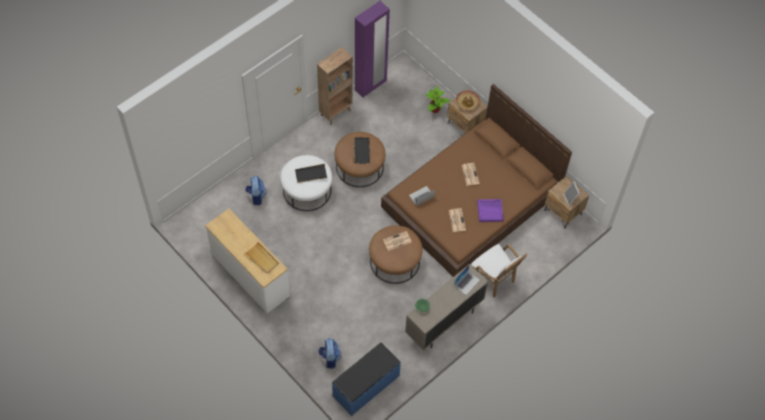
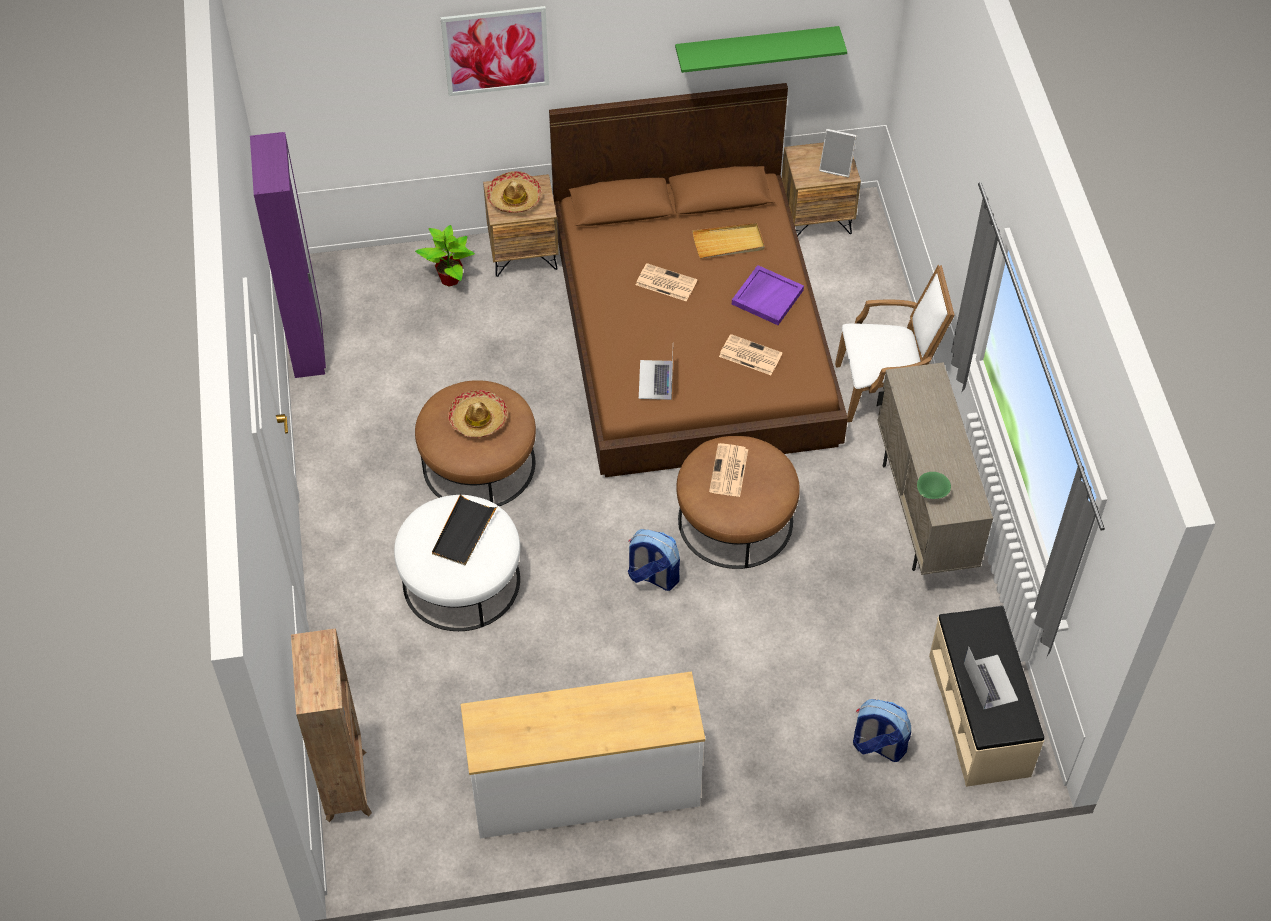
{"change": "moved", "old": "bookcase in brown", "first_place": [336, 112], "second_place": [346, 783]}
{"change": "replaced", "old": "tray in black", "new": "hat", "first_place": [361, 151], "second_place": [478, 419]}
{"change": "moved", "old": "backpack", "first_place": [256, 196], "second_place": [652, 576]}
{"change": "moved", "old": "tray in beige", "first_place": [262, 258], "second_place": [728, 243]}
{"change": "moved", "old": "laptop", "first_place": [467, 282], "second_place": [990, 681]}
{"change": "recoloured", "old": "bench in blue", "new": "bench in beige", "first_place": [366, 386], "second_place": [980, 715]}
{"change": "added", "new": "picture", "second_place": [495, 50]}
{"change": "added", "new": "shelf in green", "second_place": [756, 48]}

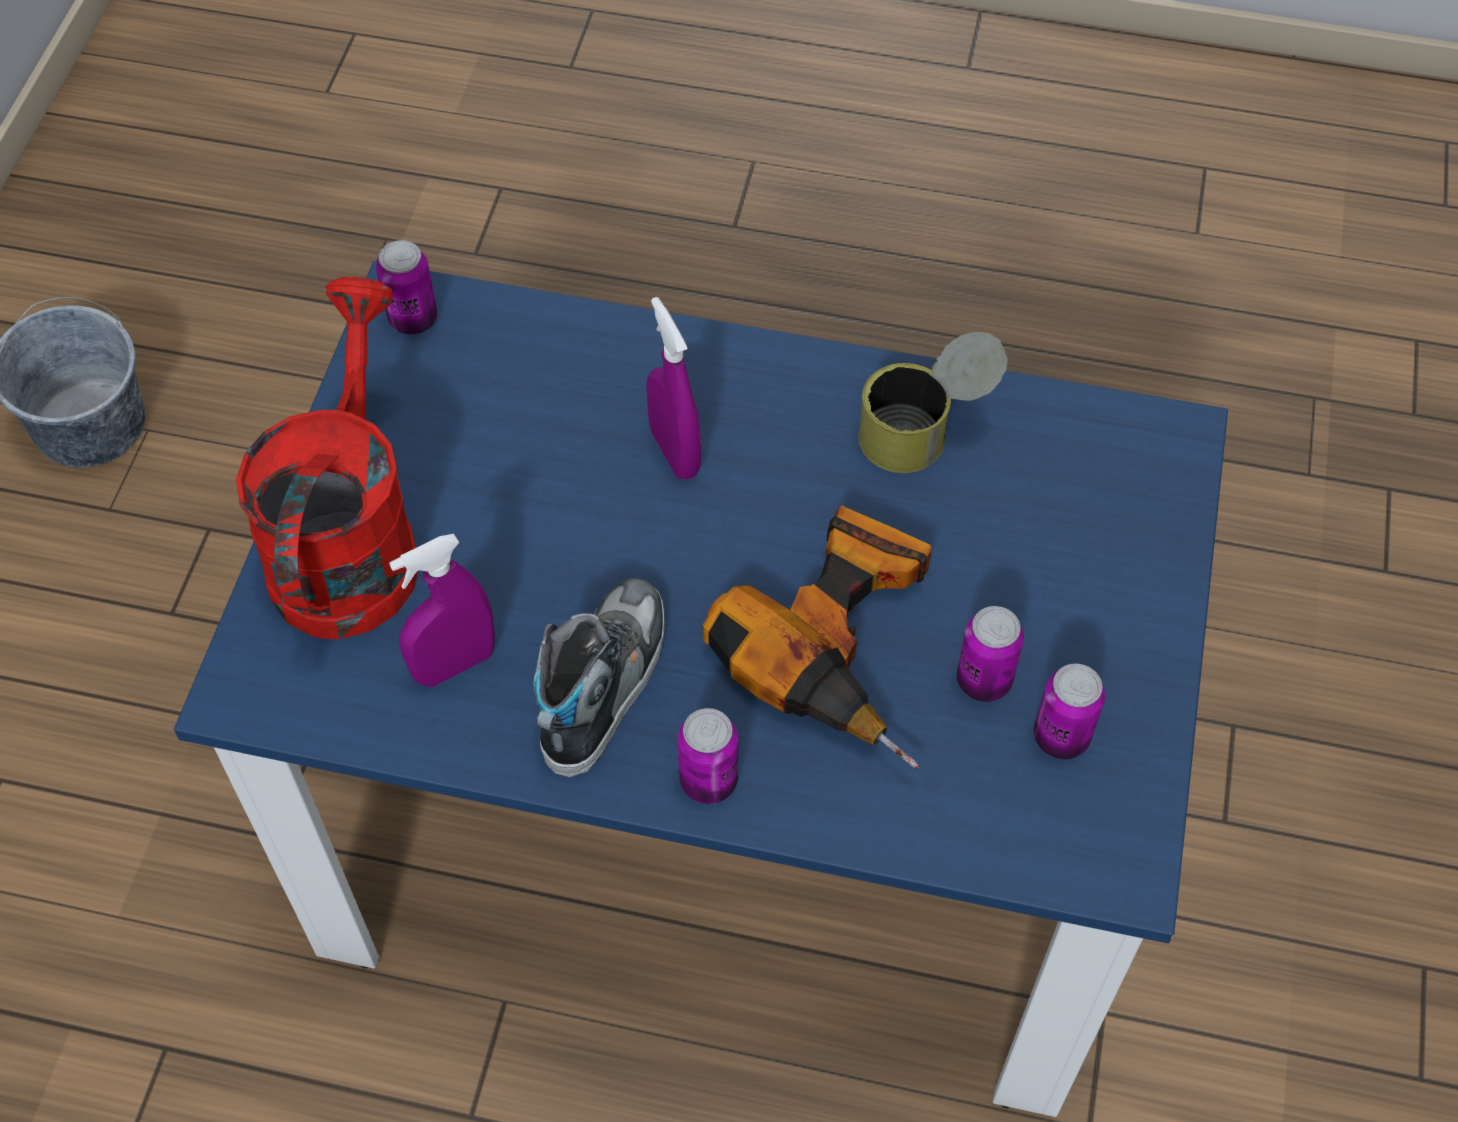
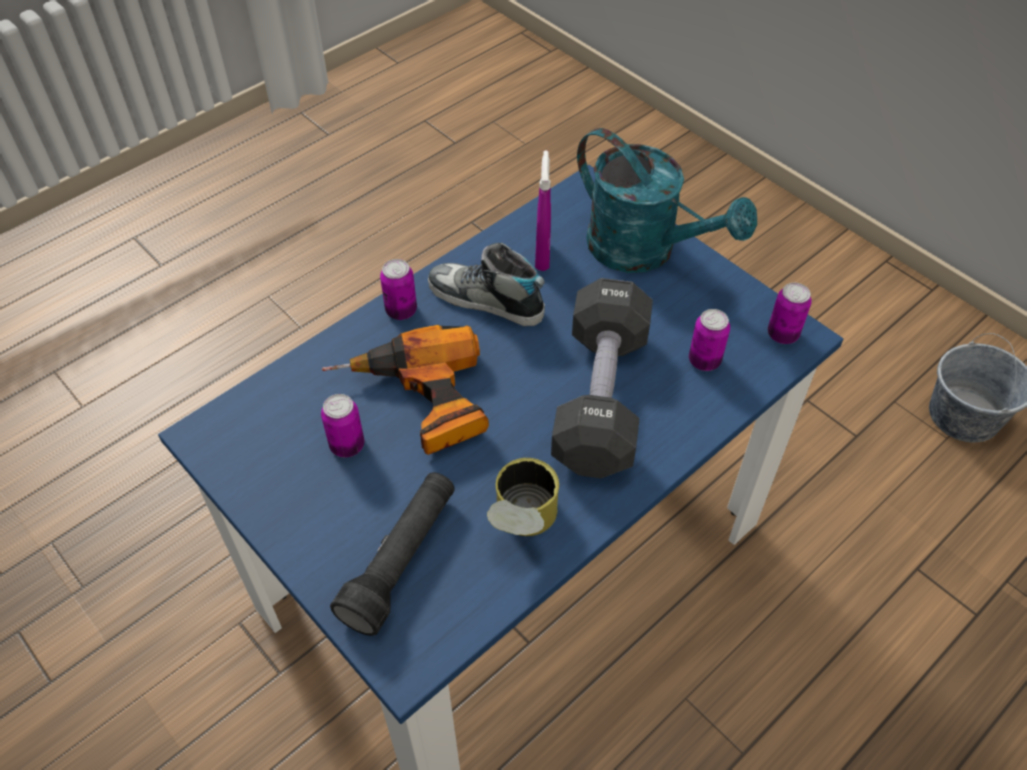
{"change": "recoloured", "old": "watering can in red", "new": "watering can in turquoise", "first_place": [350, 541], "second_place": [645, 251]}
{"change": "replaced", "old": "spray bottle in purple", "new": "dumbbell in black", "first_place": [674, 452], "second_place": [601, 398]}
{"change": "turned", "old": "shoe", "first_place": [603, 683], "second_place": [486, 300], "degrees": 150}
{"change": "moved", "old": "can", "first_place": [1061, 737], "second_place": [704, 361]}
{"change": "added", "new": "flashlight in black", "second_place": [401, 560]}

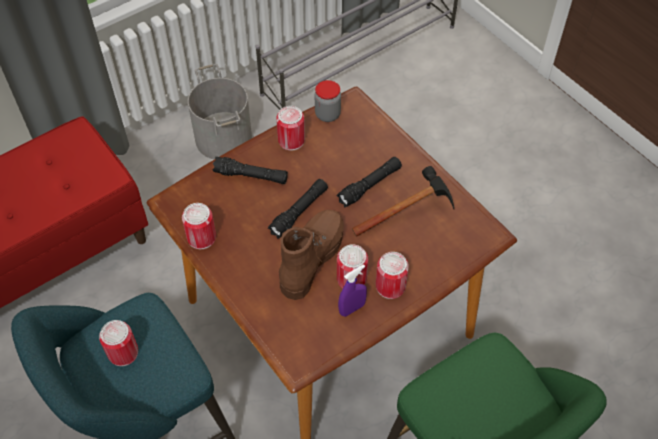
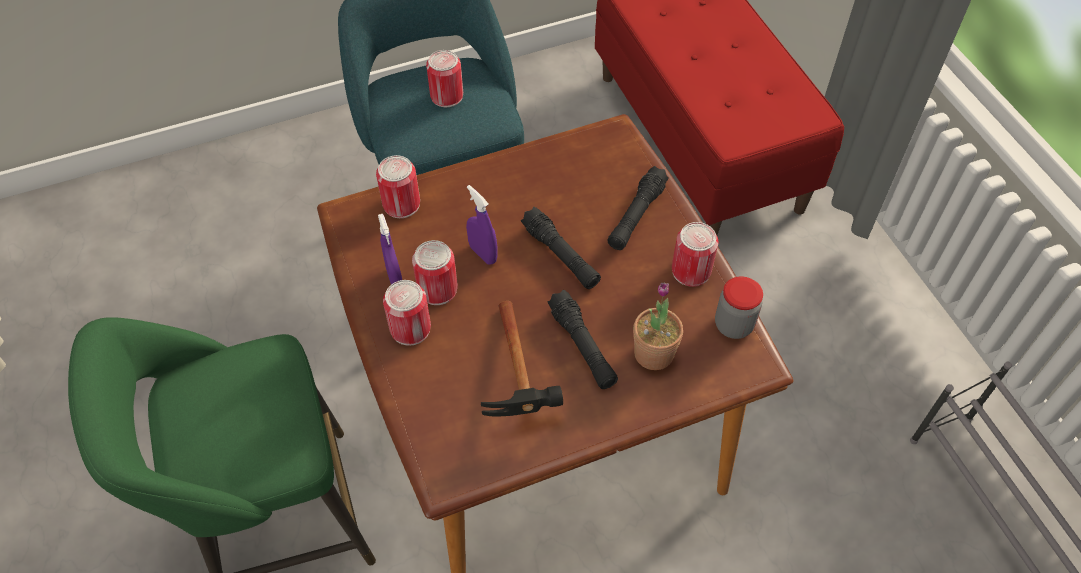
{"change": "removed", "old": "bucket in grey", "first_place": [224, 138]}
{"change": "moved", "old": "can", "first_place": [201, 237], "second_place": [401, 204]}
{"change": "replaced", "old": "boot in brown", "new": "spray bottle in purple", "first_place": [311, 259], "second_place": [483, 254]}
{"change": "added", "new": "potted plant", "second_place": [654, 353]}

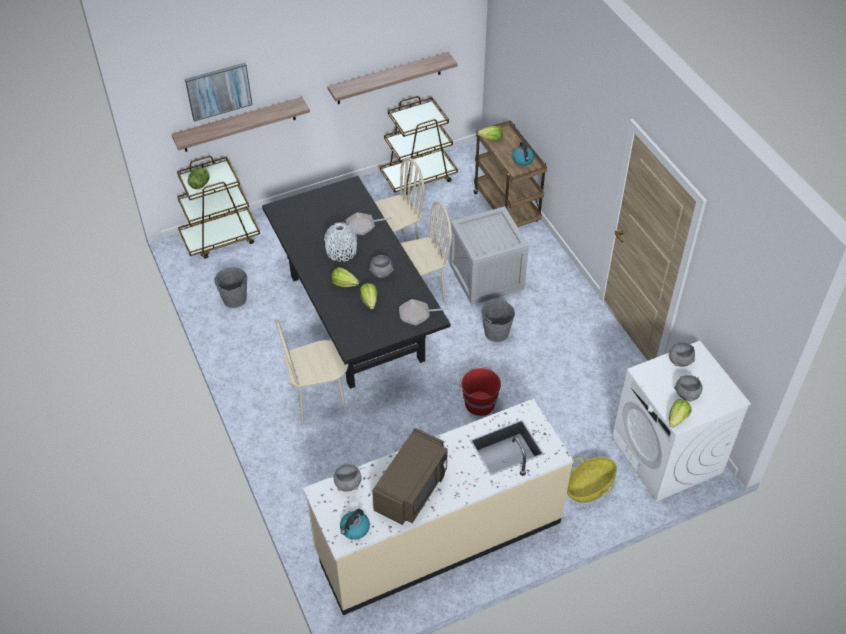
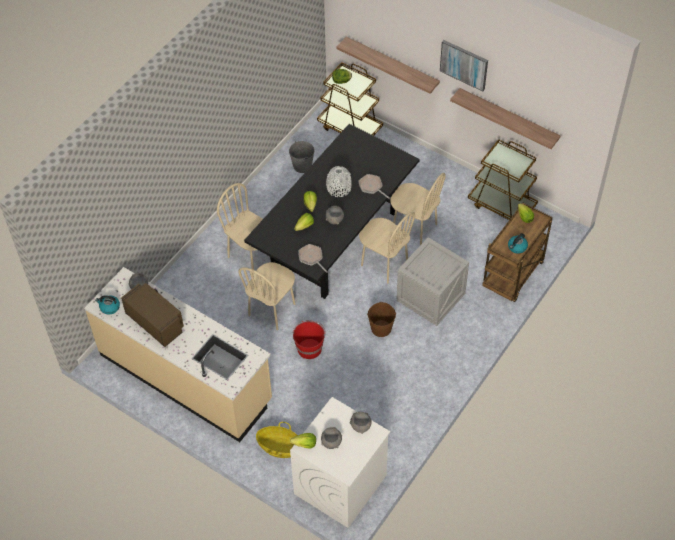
{"change": "moved", "old": "picture", "first_place": [218, 91], "second_place": [464, 64]}
{"change": "recoloured", "old": "bucket in grey", "new": "bucket in brown", "first_place": [496, 332], "second_place": [381, 328]}
{"change": "turned", "old": "microwave in brown", "first_place": [412, 489], "second_place": [156, 322], "degrees": -135}
{"change": "added", "new": "chair in beige", "second_place": [272, 310]}

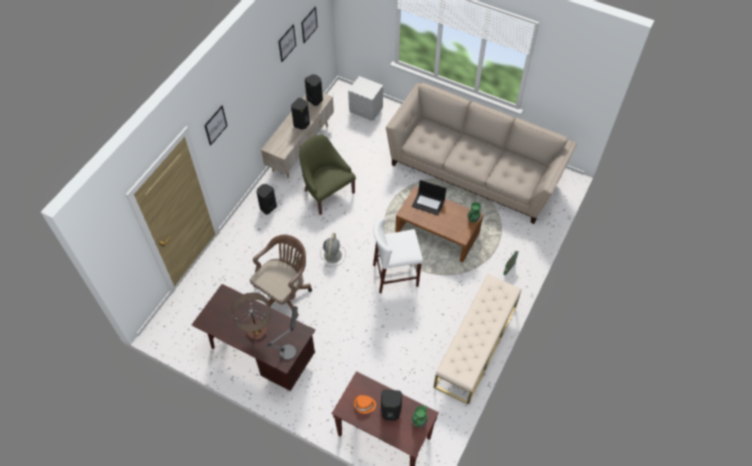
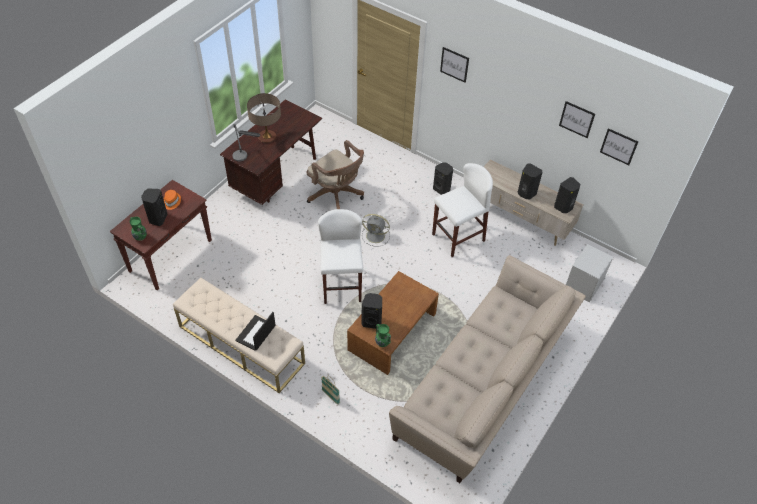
{"change": "replaced", "old": "armchair in green", "new": "stool in white", "first_place": [327, 192], "second_place": [458, 237]}
{"change": "moved", "old": "laptop", "first_place": [428, 203], "second_place": [256, 334]}
{"change": "added", "new": "speaker in black", "second_place": [372, 321]}

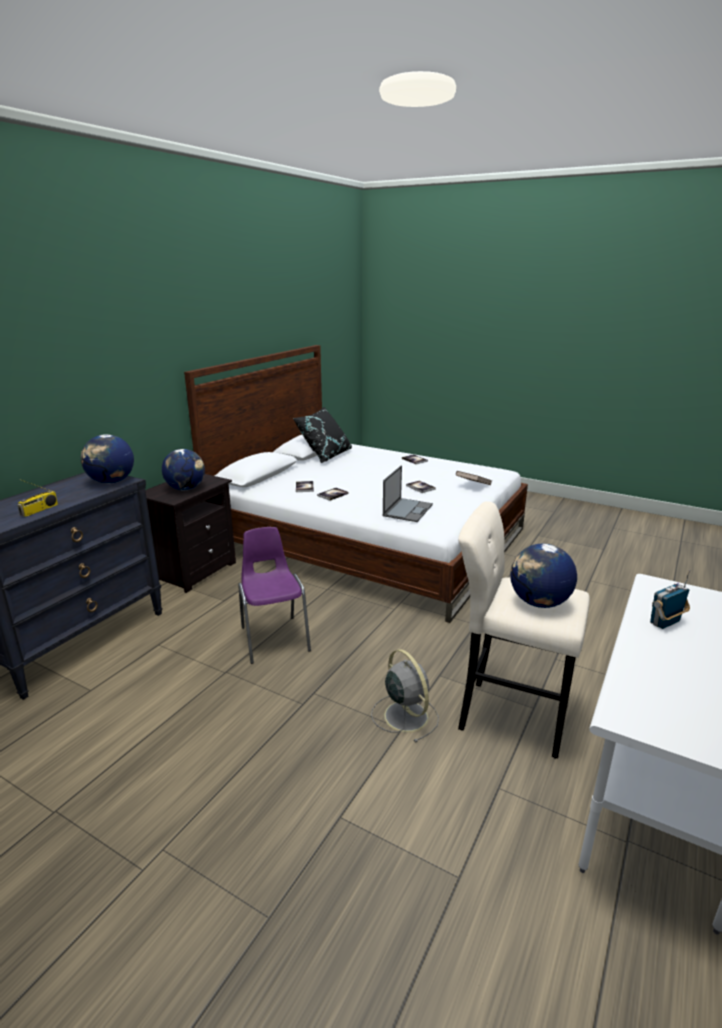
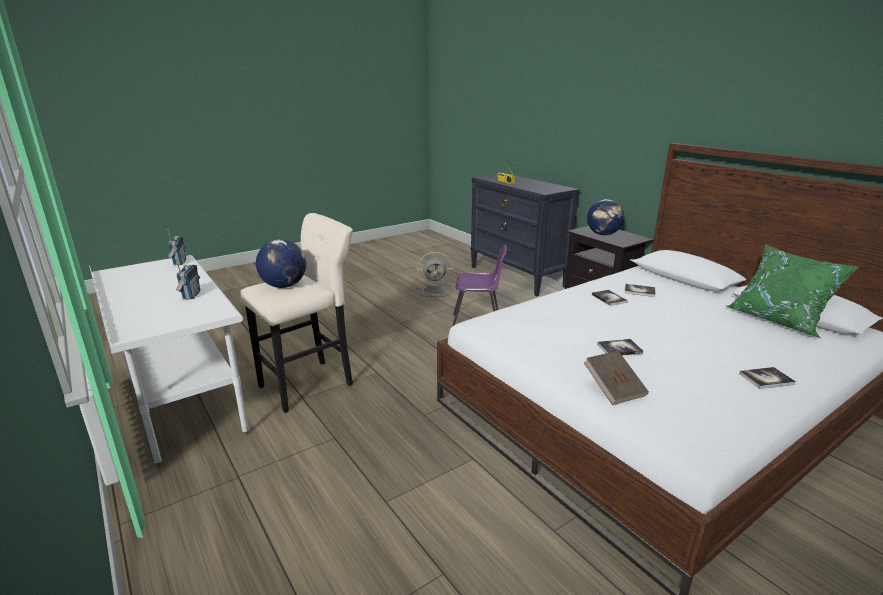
{"change": "recoloured", "old": "pillow in black", "new": "pillow in green", "first_place": [325, 456], "second_place": [779, 320]}
{"change": "removed", "old": "globe", "first_place": [111, 482]}
{"change": "removed", "old": "laptop", "first_place": [408, 510]}
{"change": "moved", "old": "fan in grey", "first_place": [404, 715], "second_place": [436, 290]}
{"change": "added", "new": "radio", "second_place": [179, 262]}

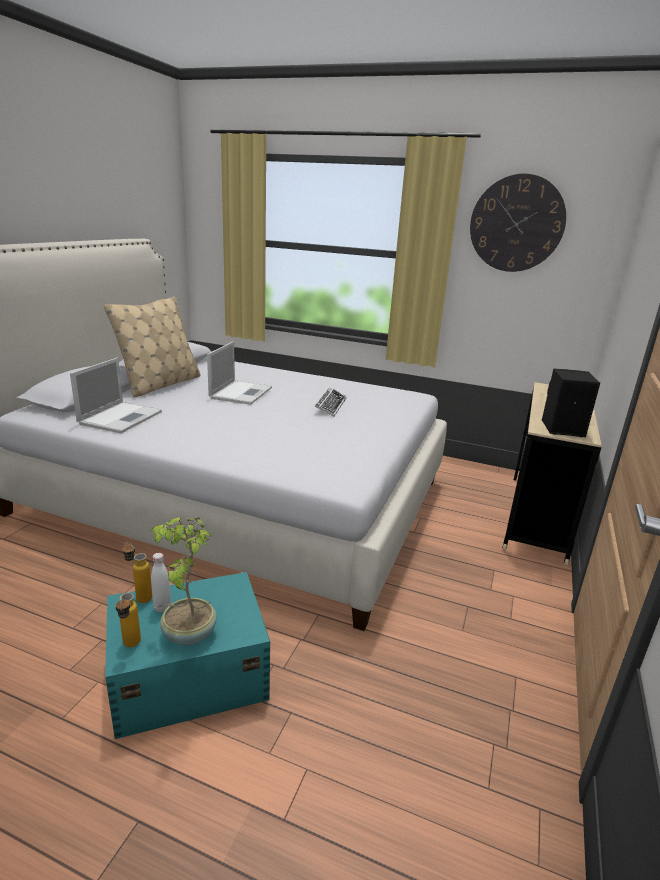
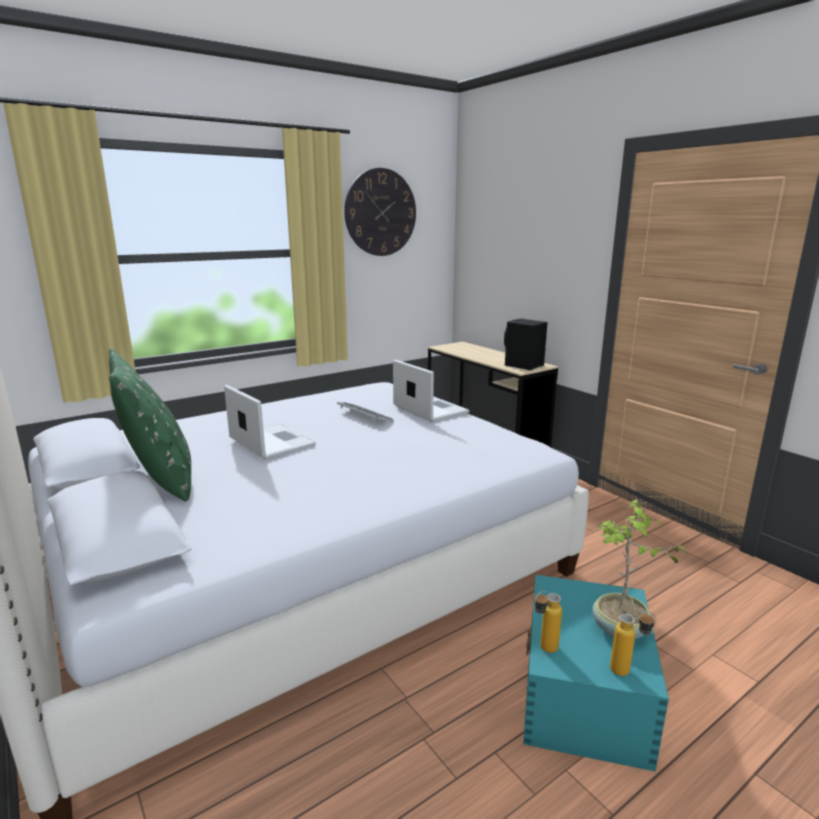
{"change": "recoloured", "old": "pillow in beige", "new": "pillow in green", "first_place": [160, 384], "second_place": [160, 478]}
{"change": "moved", "old": "laptop", "first_place": [121, 417], "second_place": [429, 409]}
{"change": "removed", "old": "bottle in white", "first_place": [162, 607]}

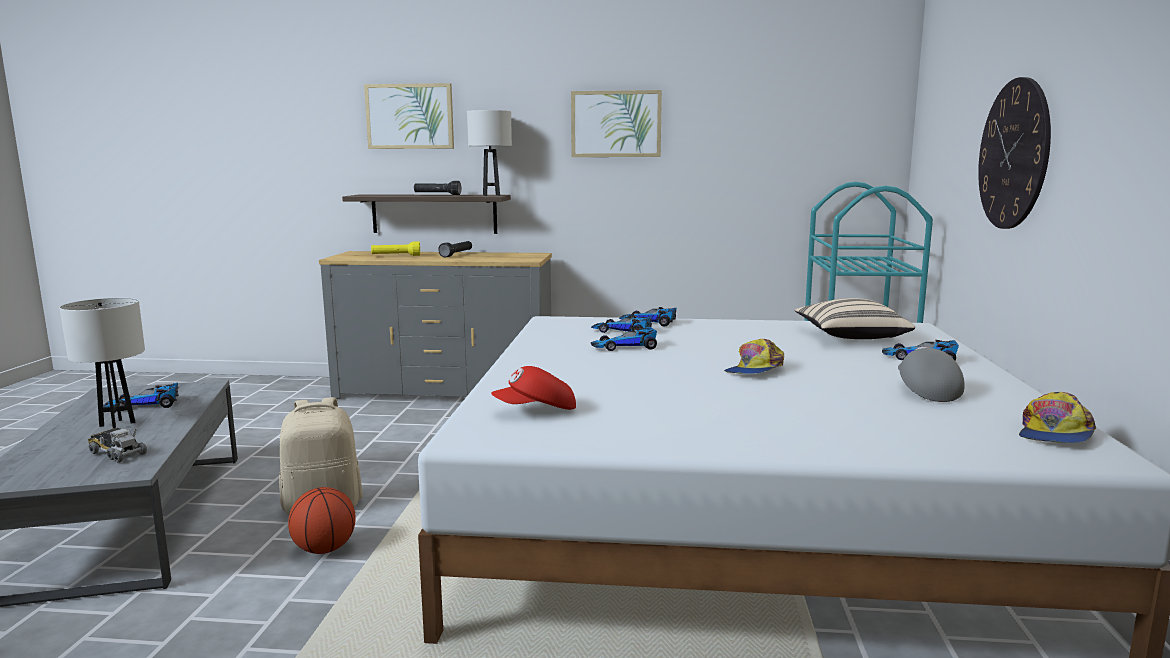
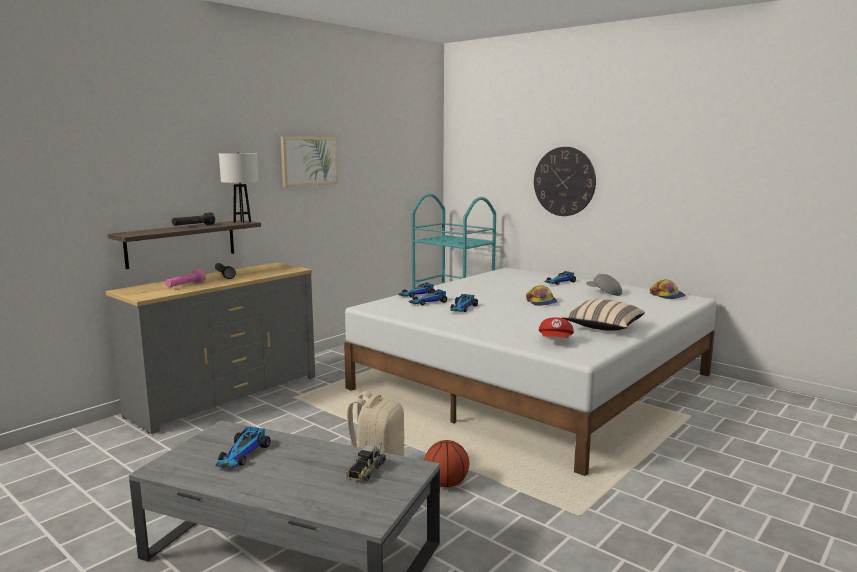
{"change": "removed", "old": "picture", "first_place": [410, 116]}
{"change": "recoloured", "old": "flashlight in yellow", "new": "flashlight in pink", "first_place": [396, 256], "second_place": [185, 285]}
{"change": "removed", "old": "table lamp in white", "first_place": [117, 424]}
{"change": "moved", "old": "pillow in beige", "first_place": [850, 337], "second_place": [603, 328]}
{"change": "turned", "old": "toy truck", "first_place": [116, 453], "second_place": [365, 471], "degrees": -45}

